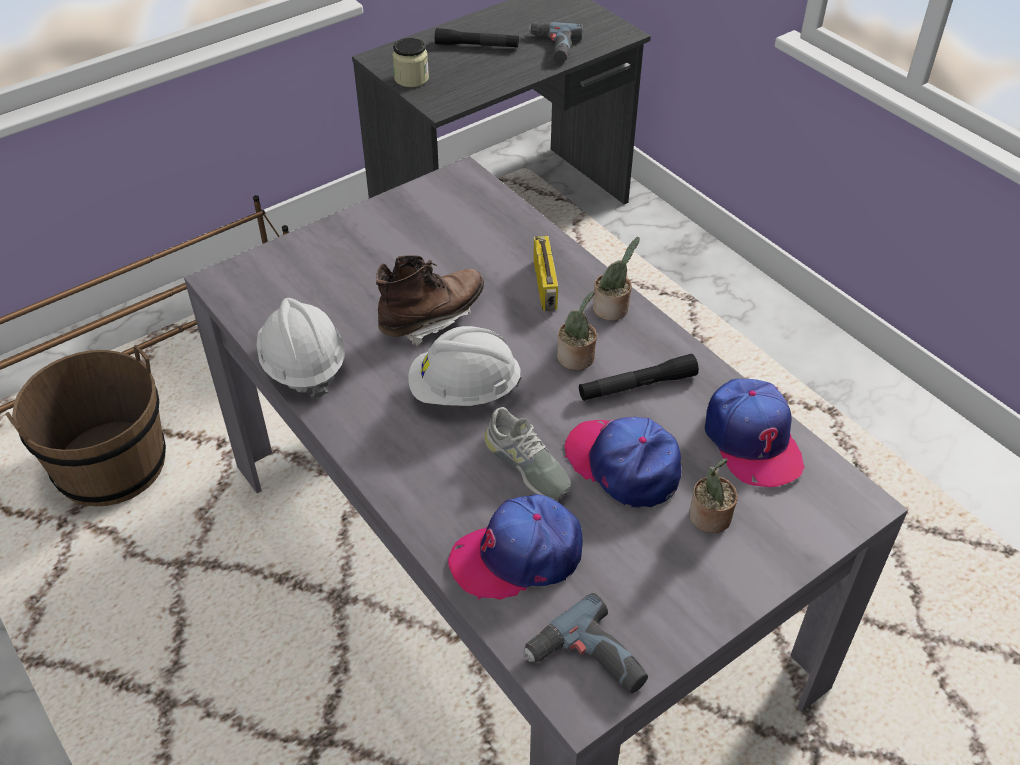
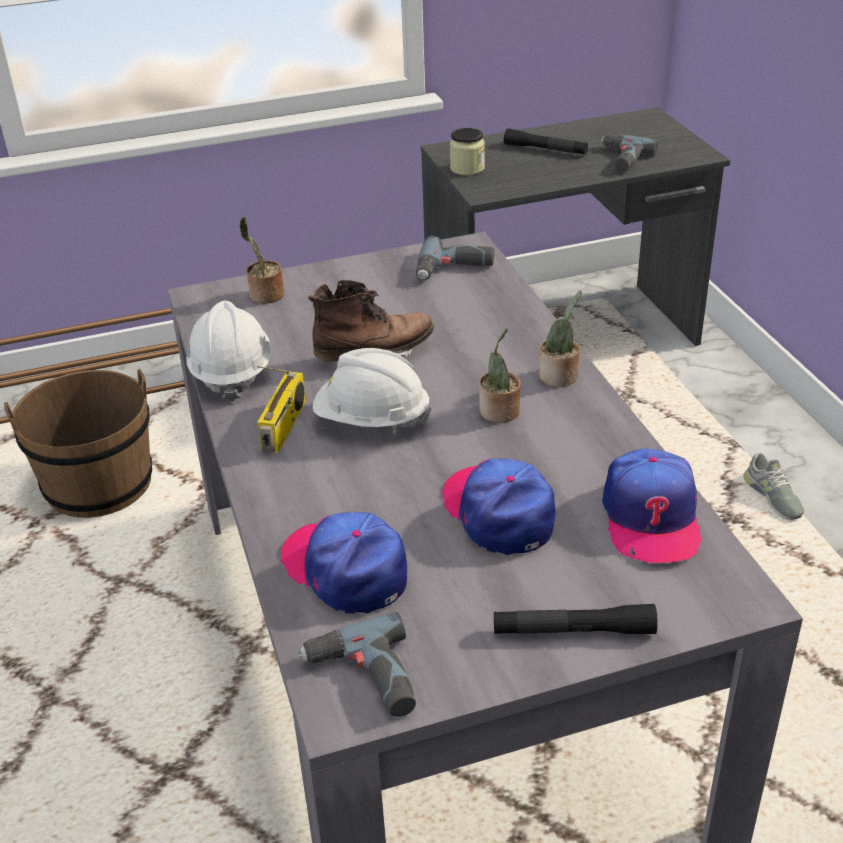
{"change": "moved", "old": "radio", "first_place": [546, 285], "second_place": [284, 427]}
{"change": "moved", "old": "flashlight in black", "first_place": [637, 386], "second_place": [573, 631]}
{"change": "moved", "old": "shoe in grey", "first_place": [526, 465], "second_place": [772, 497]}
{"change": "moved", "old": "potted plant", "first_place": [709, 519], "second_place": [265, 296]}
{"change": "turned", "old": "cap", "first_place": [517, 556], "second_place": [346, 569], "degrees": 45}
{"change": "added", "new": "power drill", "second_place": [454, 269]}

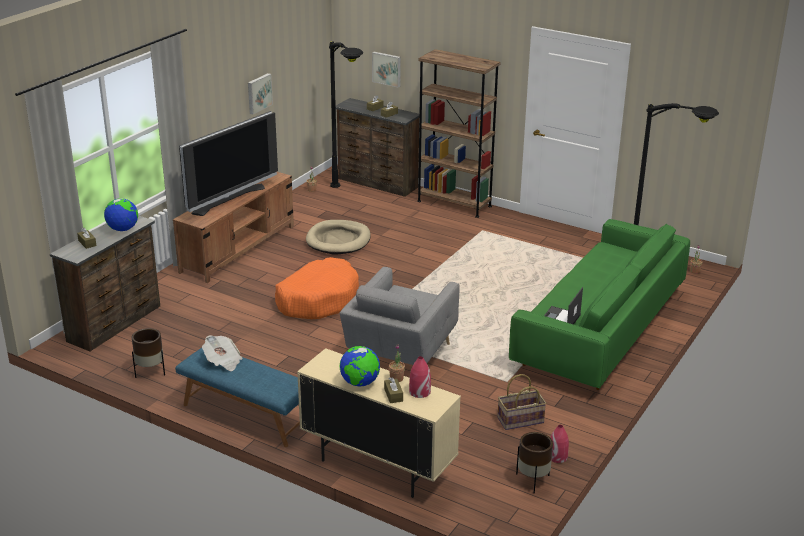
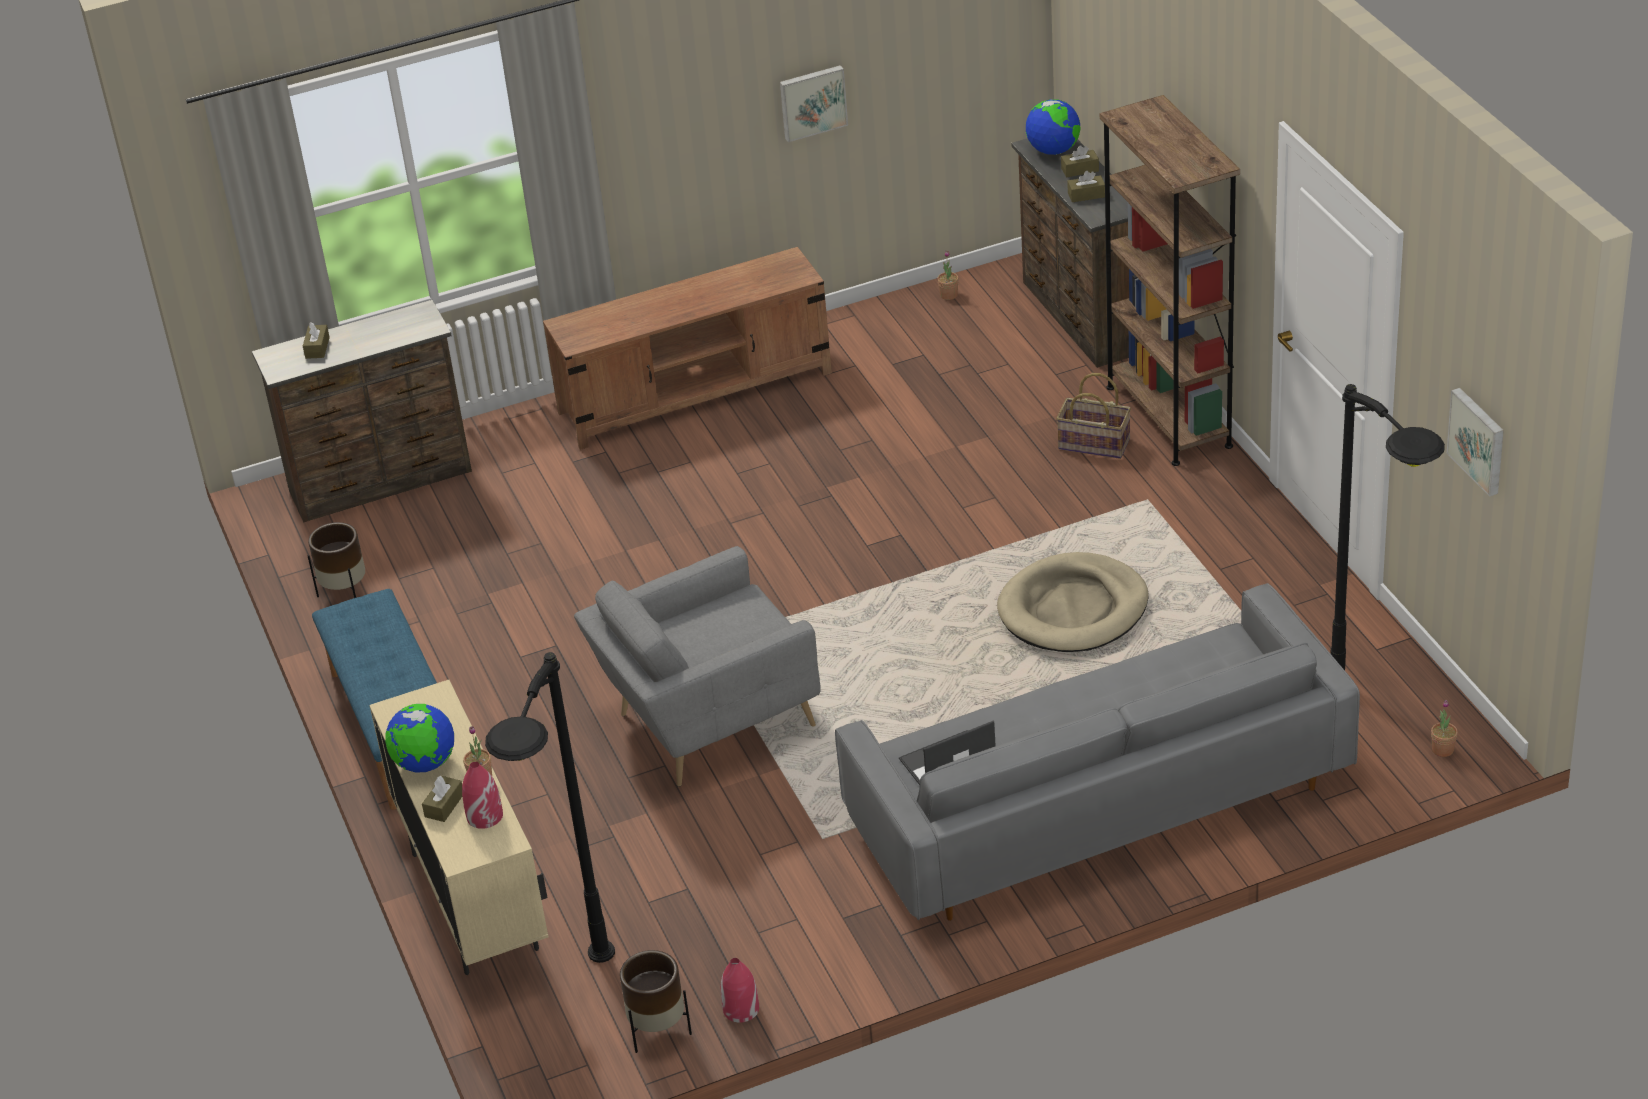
{"change": "moved", "old": "floor lamp in black", "first_place": [348, 198], "second_place": [582, 1017]}
{"change": "moved", "old": "picture", "first_place": [387, 69], "second_place": [1478, 440]}
{"change": "removed", "old": "television", "first_place": [229, 199]}
{"change": "moved", "old": "globe", "first_place": [123, 229], "second_place": [1053, 150]}
{"change": "recoloured", "old": "sofa in green", "new": "sofa in grey", "first_place": [599, 329], "second_place": [1097, 803]}
{"change": "moved", "old": "dog bed in beige", "first_place": [338, 240], "second_place": [1073, 609]}
{"change": "removed", "old": "dog bed in orange", "first_place": [317, 299]}
{"change": "removed", "old": "newspaper", "first_place": [223, 361]}
{"change": "moved", "old": "basket", "first_place": [520, 420], "second_place": [1093, 444]}

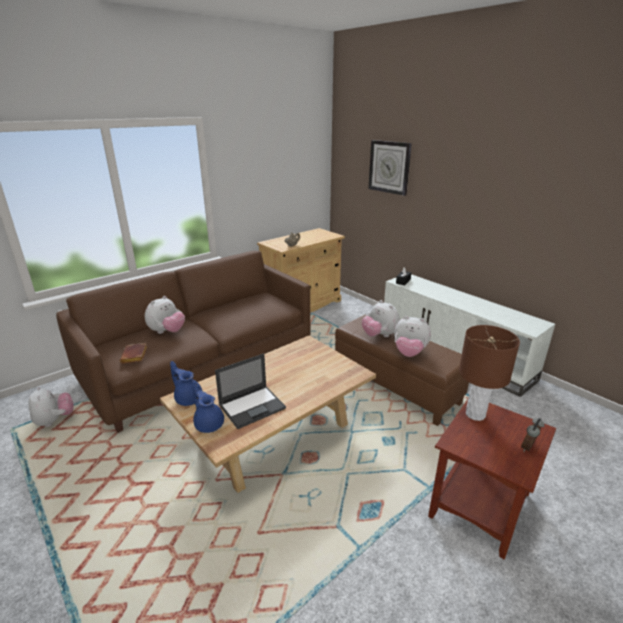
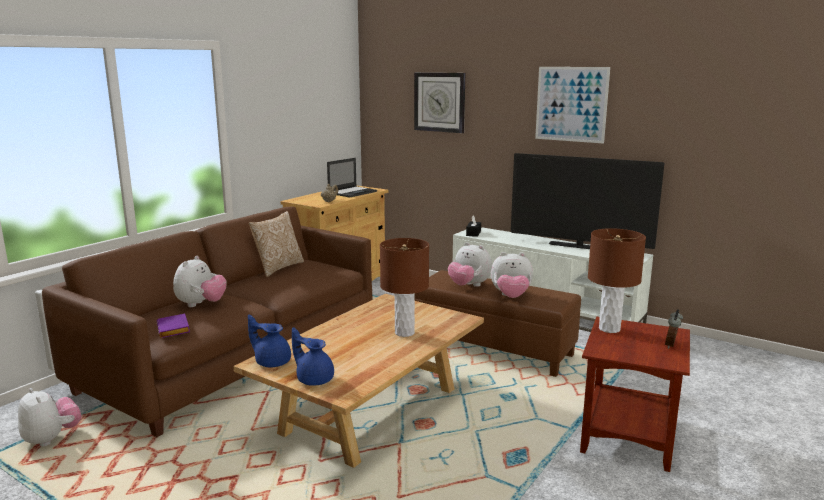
{"change": "recoloured", "old": "book in brown", "new": "book in purple", "first_place": [135, 356], "second_place": [175, 330]}
{"change": "moved", "old": "laptop", "first_place": [252, 406], "second_place": [352, 192]}
{"change": "added", "new": "picture", "second_place": [571, 104]}
{"change": "added", "new": "television", "second_place": [579, 246]}
{"change": "added", "new": "pillow", "second_place": [278, 268]}
{"change": "added", "new": "table lamp in brown", "second_place": [404, 333]}

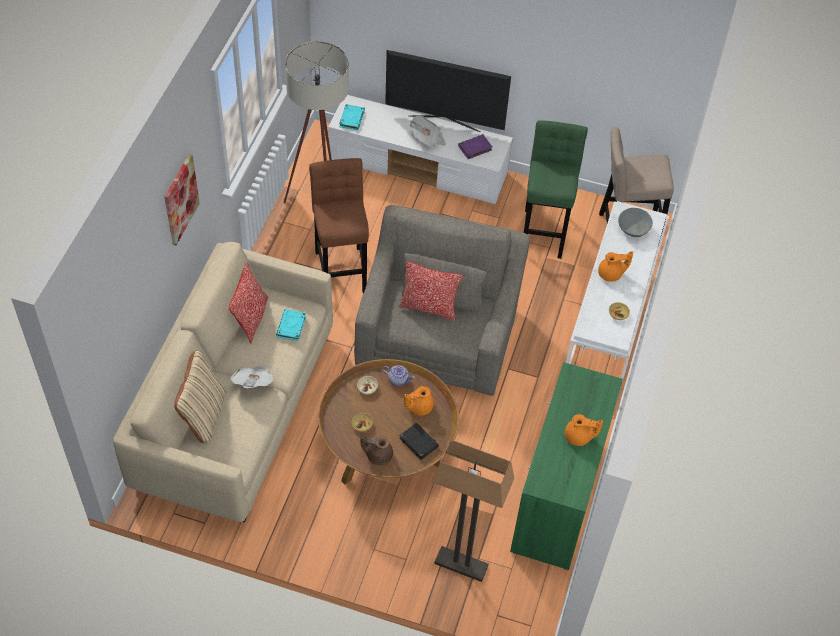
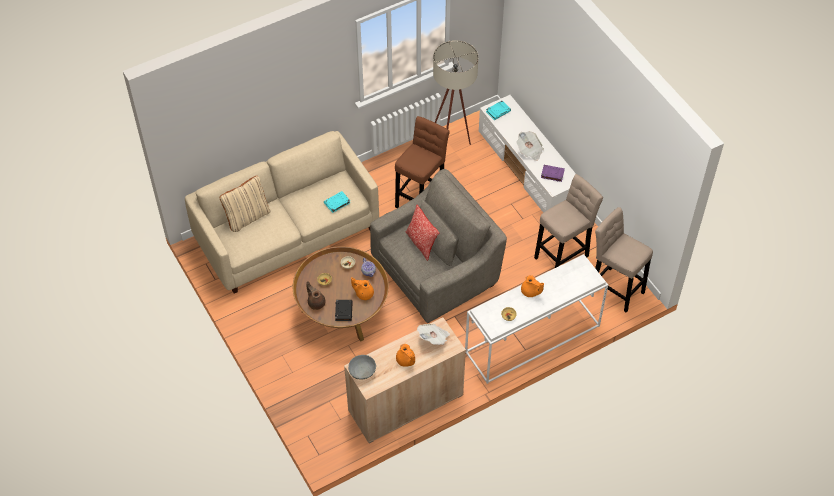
{"change": "removed", "old": "television", "first_place": [444, 123]}
{"change": "recoloured", "old": "stool in green", "new": "stool in beige", "first_place": [544, 230], "second_place": [563, 255]}
{"change": "removed", "old": "picture", "first_place": [180, 199]}
{"change": "moved", "old": "bowl in grey", "first_place": [633, 228], "second_place": [362, 371]}
{"change": "removed", "old": "pillow", "first_place": [251, 318]}
{"change": "recoloured", "old": "cabinet in green", "new": "cabinet in beige", "first_place": [557, 497], "second_place": [405, 403]}
{"change": "moved", "old": "newspaper", "first_place": [254, 382], "second_place": [434, 338]}
{"change": "removed", "old": "floor lamp", "first_place": [460, 565]}

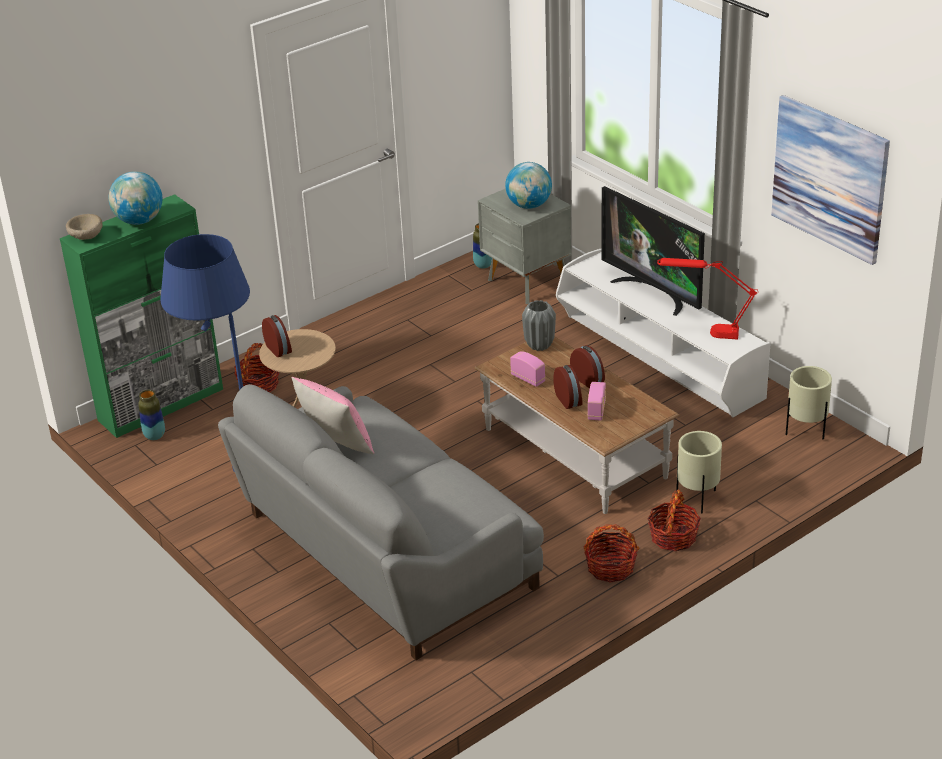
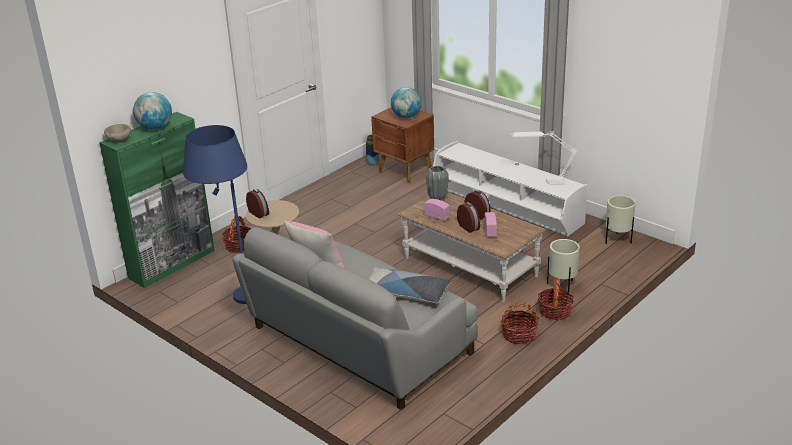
{"change": "removed", "old": "picture", "first_place": [829, 178]}
{"change": "removed", "old": "television", "first_place": [654, 292]}
{"change": "recoloured", "old": "nightstand in grey", "new": "nightstand in brown", "first_place": [527, 283], "second_place": [405, 171]}
{"change": "recoloured", "old": "table lamp in red", "new": "table lamp in white", "first_place": [705, 332], "second_place": [542, 182]}
{"change": "removed", "old": "vase", "first_place": [154, 436]}
{"change": "added", "new": "pillow", "second_place": [406, 293]}

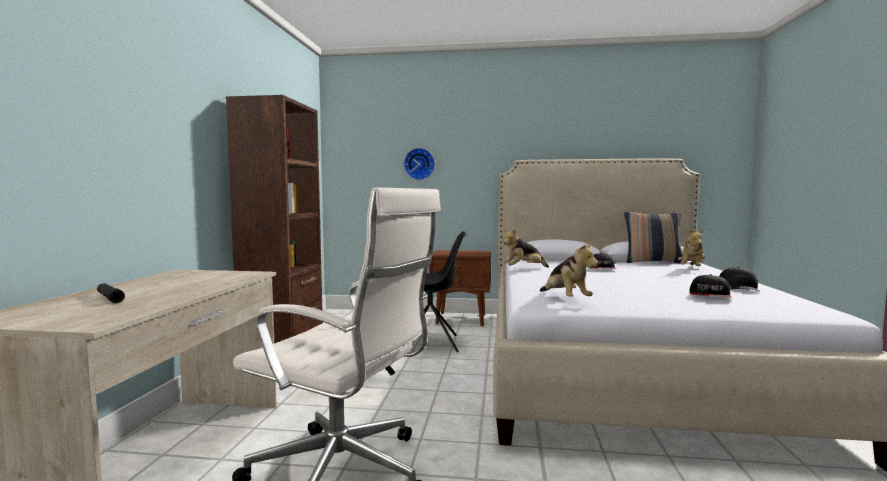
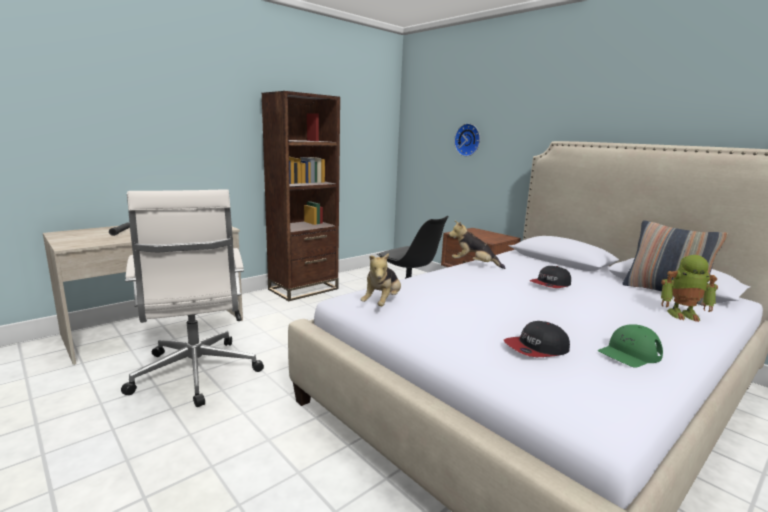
{"change": "replaced", "old": "plush toy", "new": "toy robot", "first_place": [692, 268], "second_place": [683, 314]}
{"change": "recoloured", "old": "cap in black", "new": "cap in green", "first_place": [739, 287], "second_place": [629, 353]}

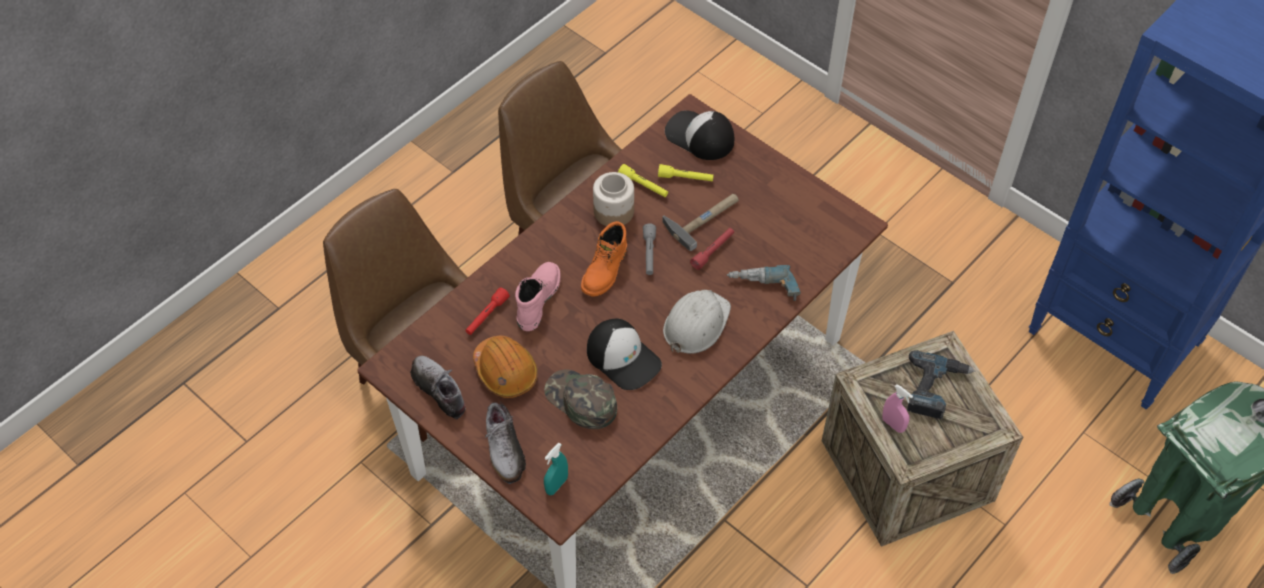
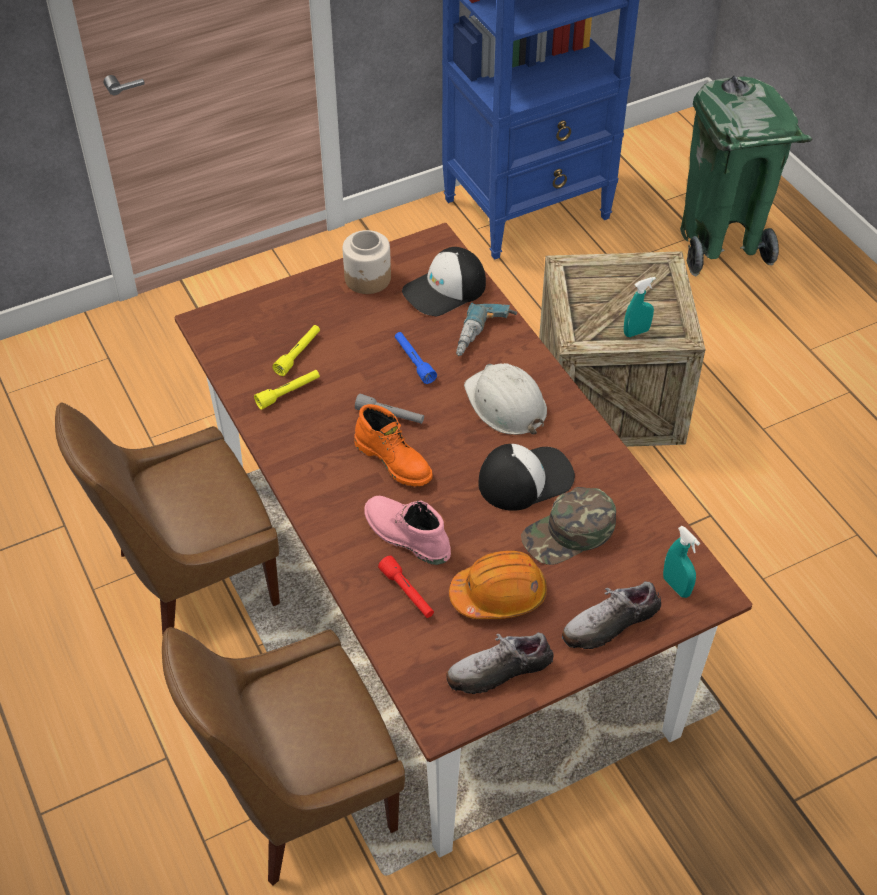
{"change": "moved", "old": "cap", "first_place": [699, 136], "second_place": [445, 290]}
{"change": "moved", "old": "jar", "first_place": [613, 212], "second_place": [368, 279]}
{"change": "removed", "old": "hammer", "first_place": [704, 218]}
{"change": "recoloured", "old": "flashlight in red", "new": "flashlight in blue", "first_place": [713, 251], "second_place": [414, 361]}
{"change": "removed", "old": "power drill", "first_place": [936, 389]}
{"change": "recoloured", "old": "spray bottle in pink", "new": "spray bottle in turquoise", "first_place": [893, 424], "second_place": [636, 332]}
{"change": "turned", "old": "shoe", "first_place": [504, 448], "second_place": [609, 624], "degrees": 150}

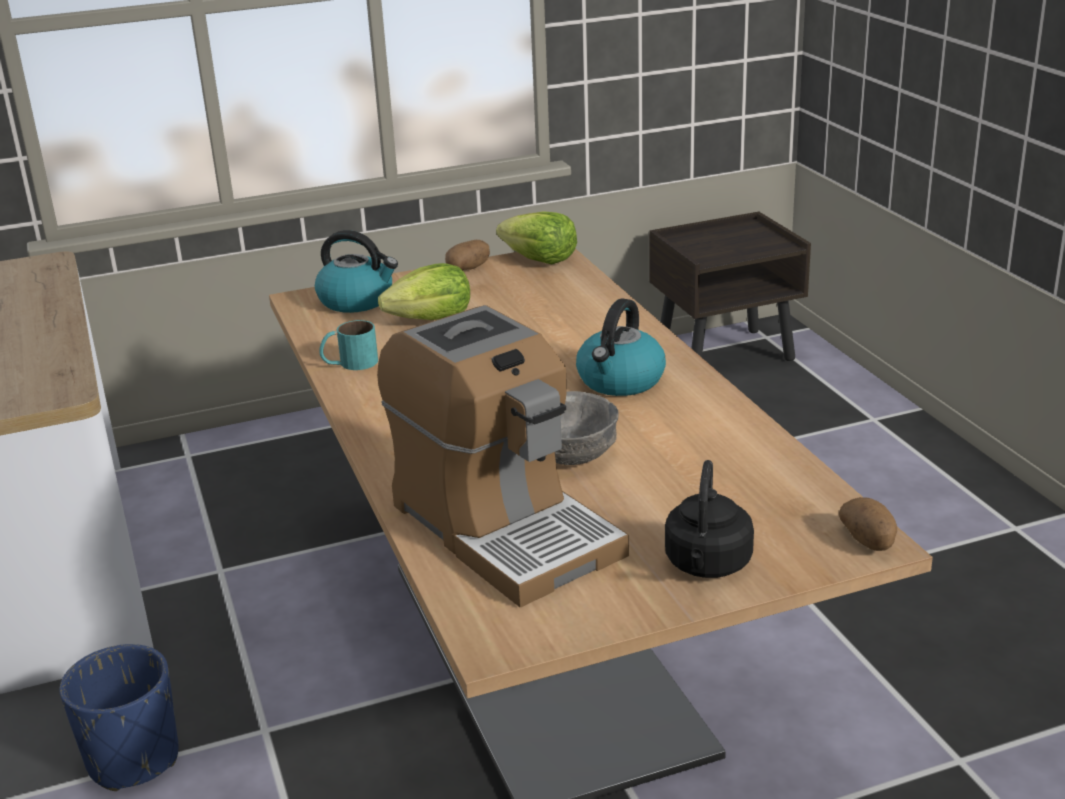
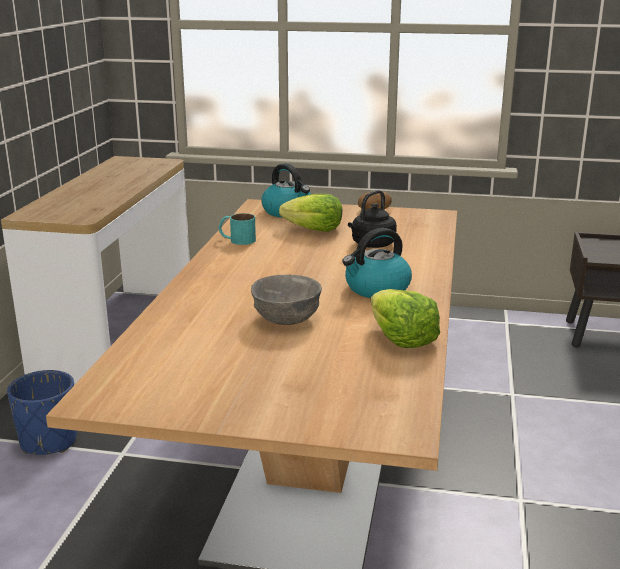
{"change": "moved", "old": "lettuce", "first_place": [540, 259], "second_place": [401, 339]}
{"change": "removed", "old": "coffee machine", "first_place": [503, 528]}
{"change": "moved", "old": "kettle in black", "first_place": [707, 565], "second_place": [371, 245]}
{"change": "removed", "old": "potato", "first_place": [869, 541]}

